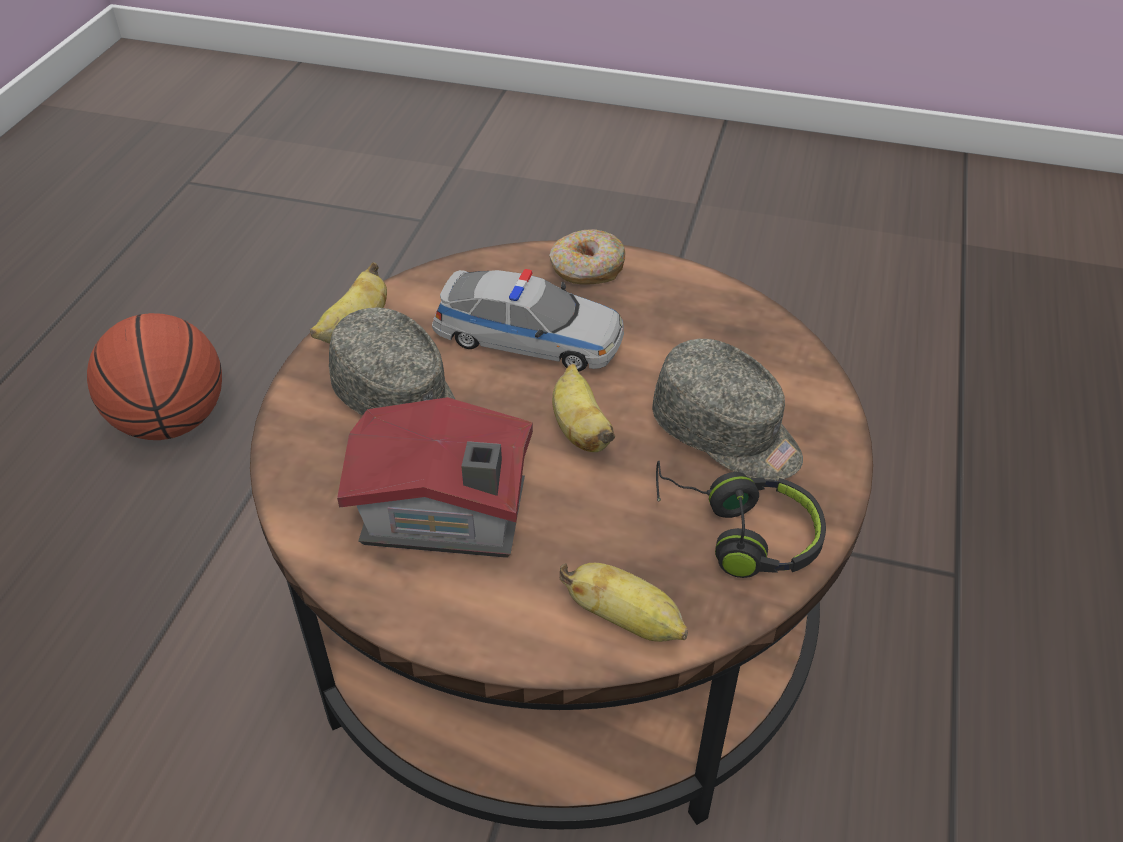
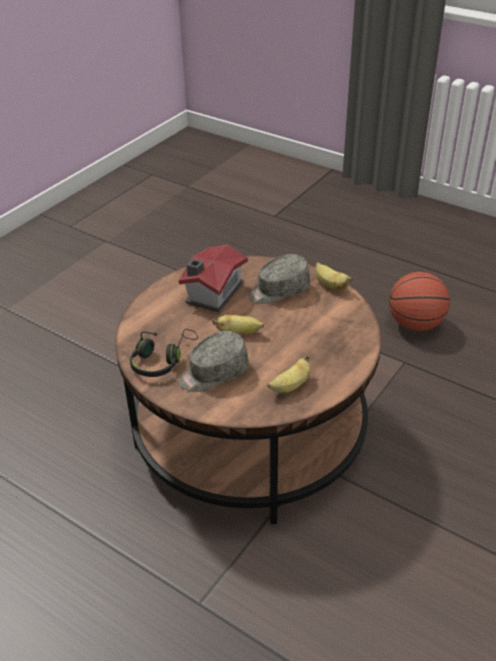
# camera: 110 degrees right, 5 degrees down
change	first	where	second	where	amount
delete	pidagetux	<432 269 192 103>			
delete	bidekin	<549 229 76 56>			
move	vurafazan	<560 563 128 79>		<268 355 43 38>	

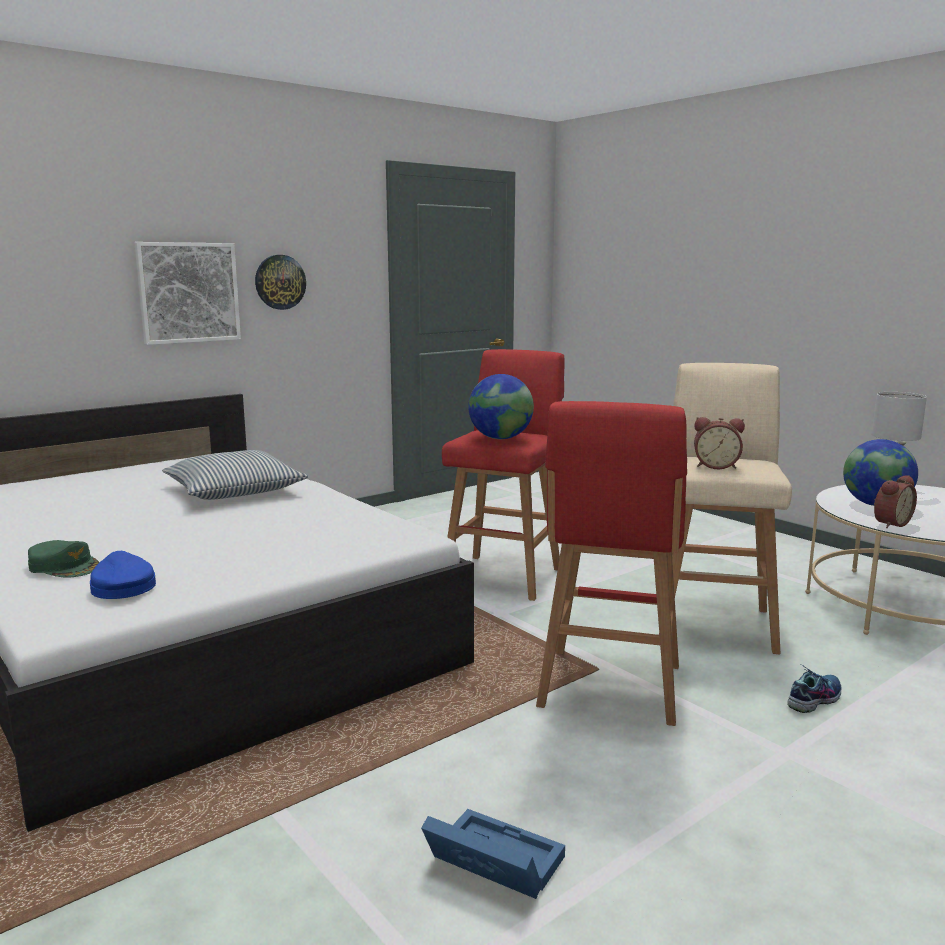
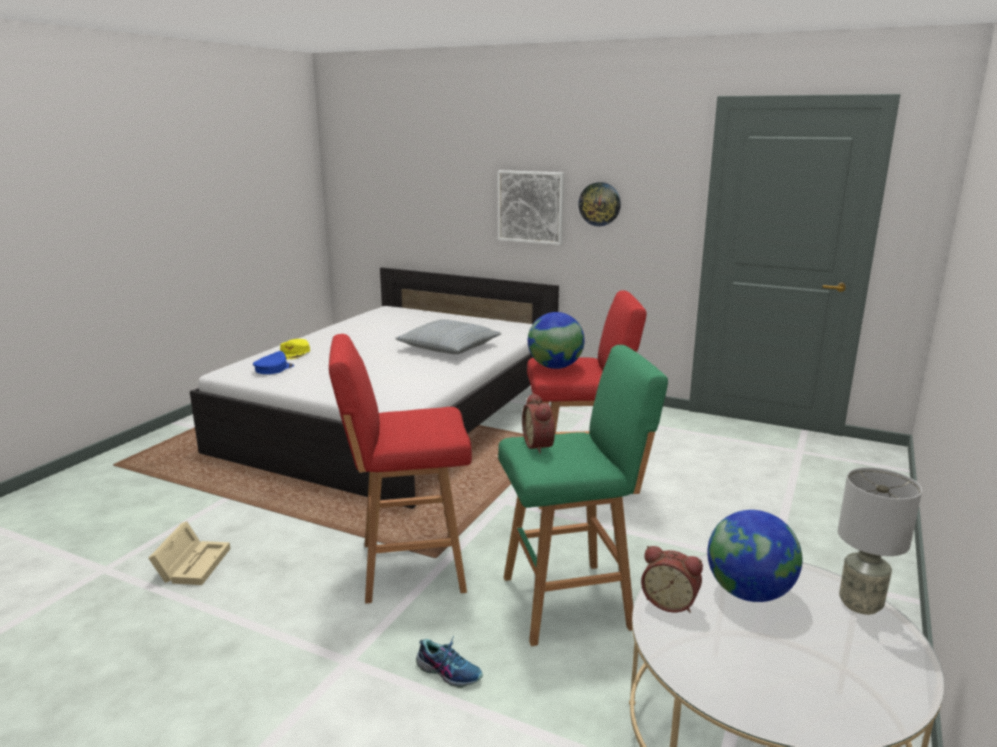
# camera: 65 degrees right, 5 degrees up
change	first	where	second	where	amount
recolor	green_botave	<28 540 71 38>	yellow_botave	<280 339 30 20>	
recolor	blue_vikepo	<421 809 144 90>	beige_vikepo	<148 521 82 64>	
recolor	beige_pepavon	<672 363 120 291>	green_pepavon	<498 345 170 301>	

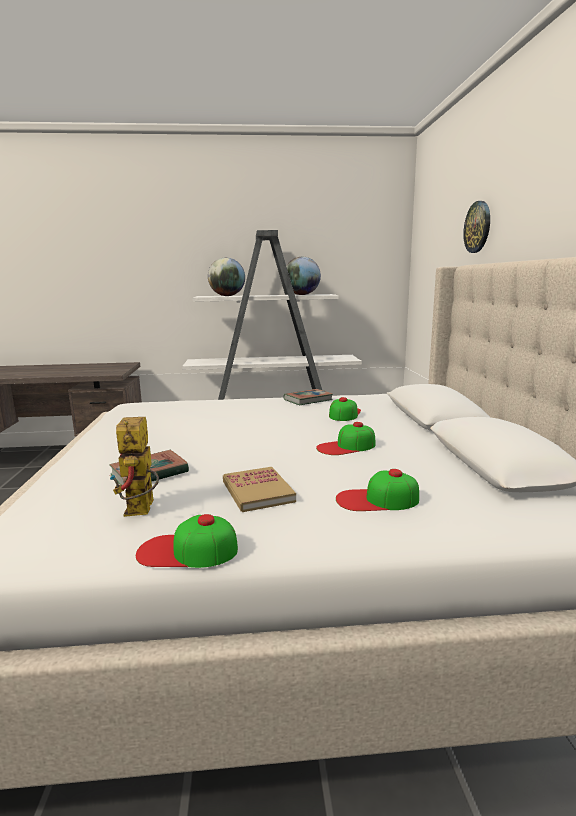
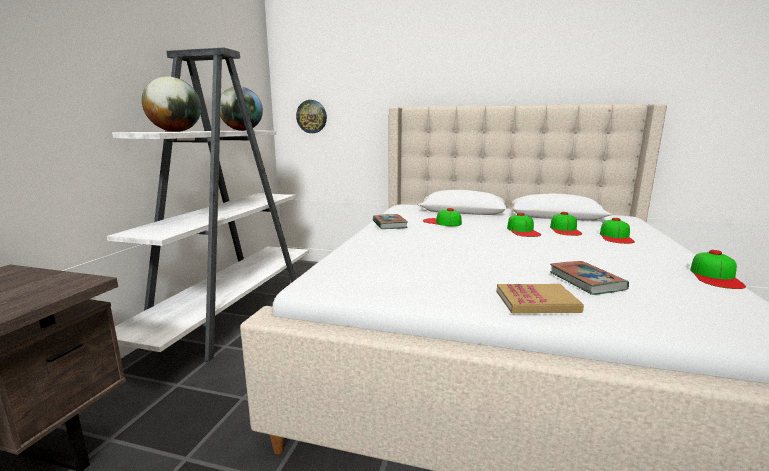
# camera: 70 degrees left, 0 degrees up
change	first	where	second	where	amount
delete	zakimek	<109 417 50 100>			
move	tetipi	<223 467 73 45>		<497 284 87 29>	
move	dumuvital	<463 201 27 52>		<296 100 31 33>	
insert			botave	<550 212 32 24>	

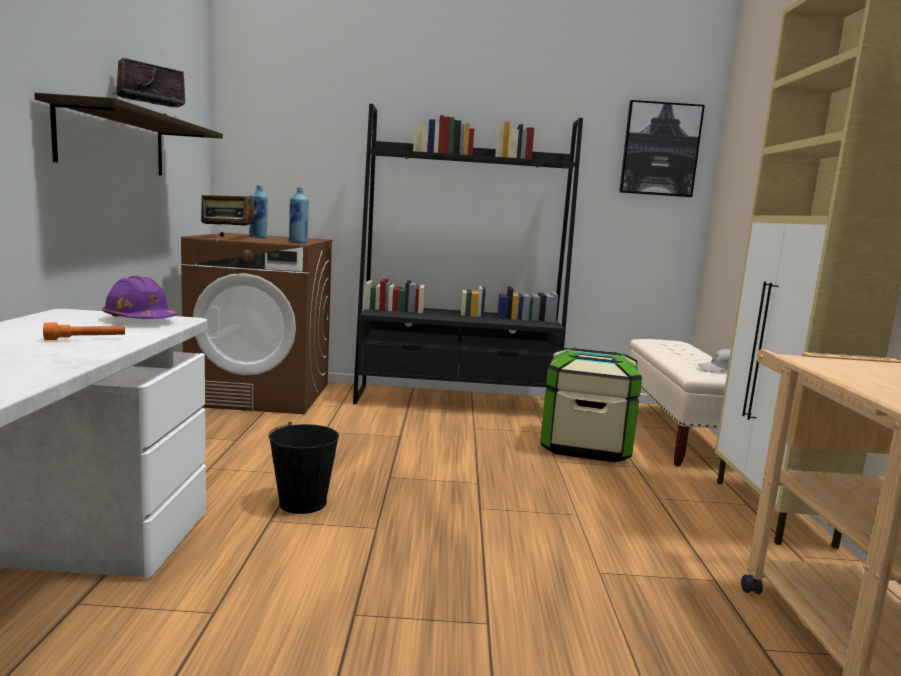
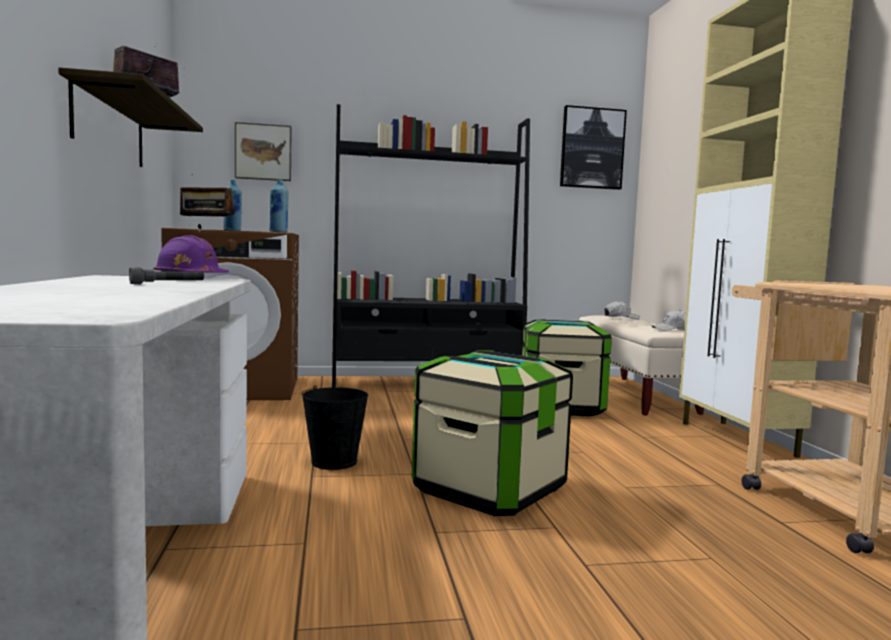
# camera: 10 degrees left, 5 degrees down
change	first	where	second	where	amount
recolor	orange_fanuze	<43 322 82 18>	grey_fanuze	<129 267 75 17>	
insert			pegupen	<235 122 57 59>	
insert			vikepo	<412 350 161 166>	
insert			white_botave	<604 301 36 18>	

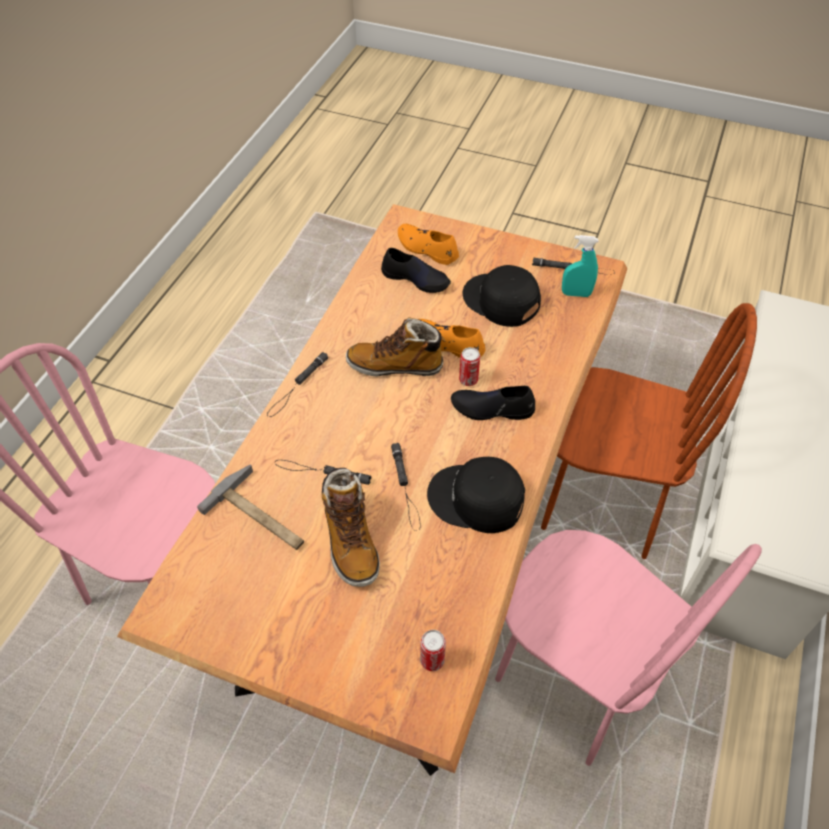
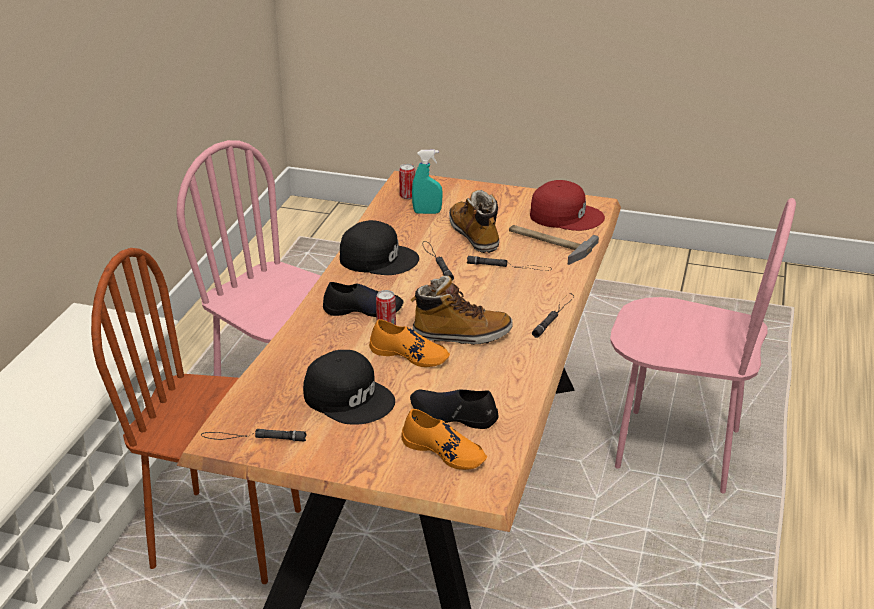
# camera: 175 degrees right, 20 degrees down
change	first	where	second	where	amount
move	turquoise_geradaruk	<562 235 36 62>		<412 150 31 64>	
insert			red_botave	<530 180 75 51>	

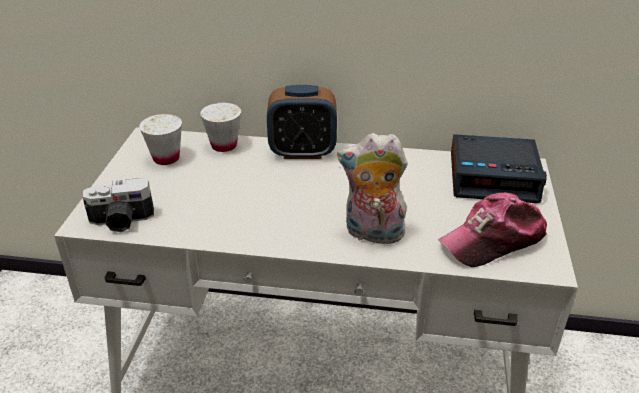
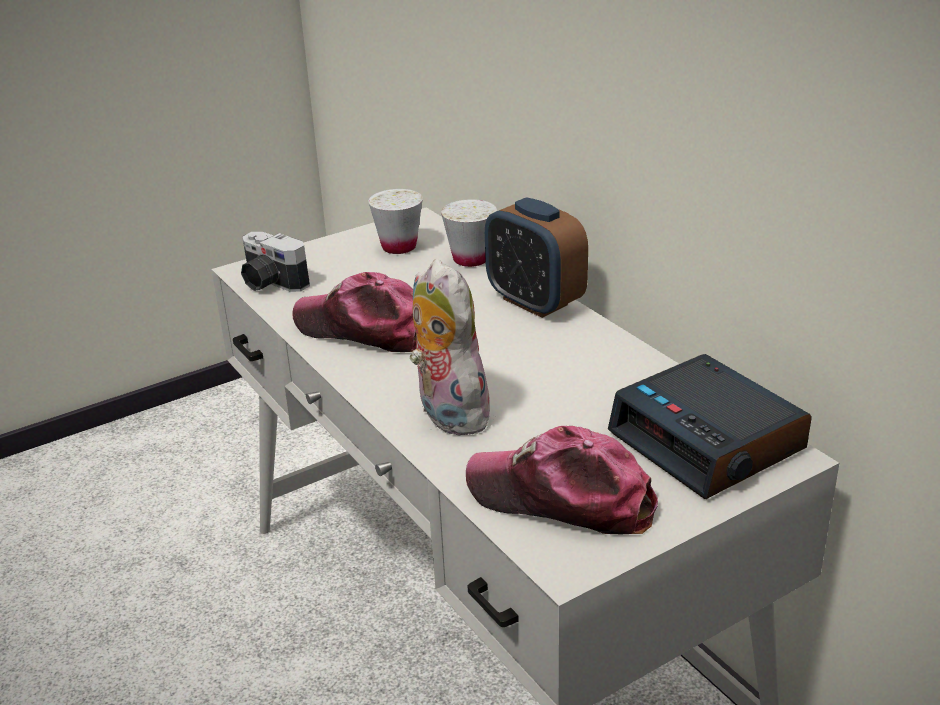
# camera: 50 degrees right, 5 degrees down
change	first	where	second	where	amount
insert			botave	<293 272 124 80>	

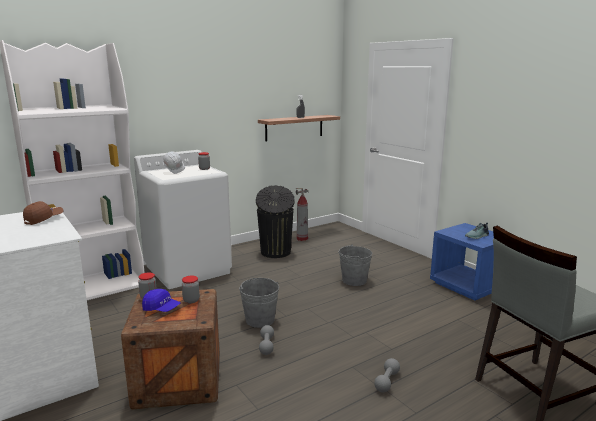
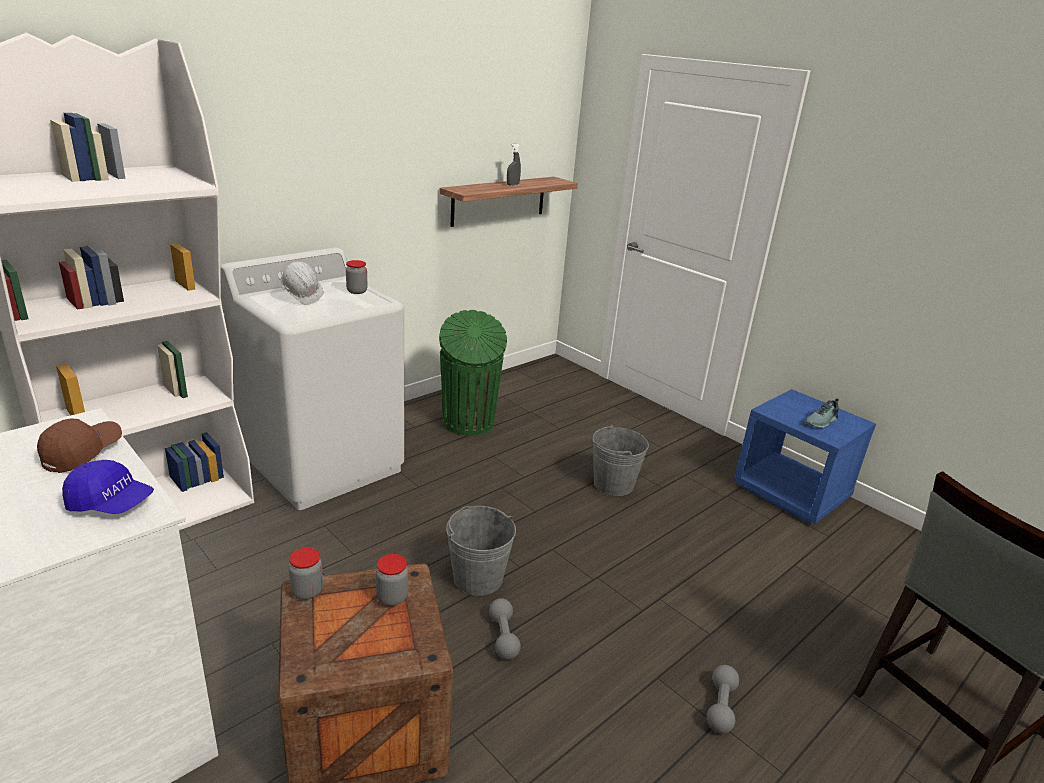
# camera: 10 degrees left, 10 degrees up
change	first	where	second	where	amount
move	blue_botave	<142 289 39 23>		<62 460 92 54>	
recolor	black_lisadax	<256 185 39 73>	green_lisadax	<439 310 68 126>	
delete	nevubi	<296 188 13 53>			

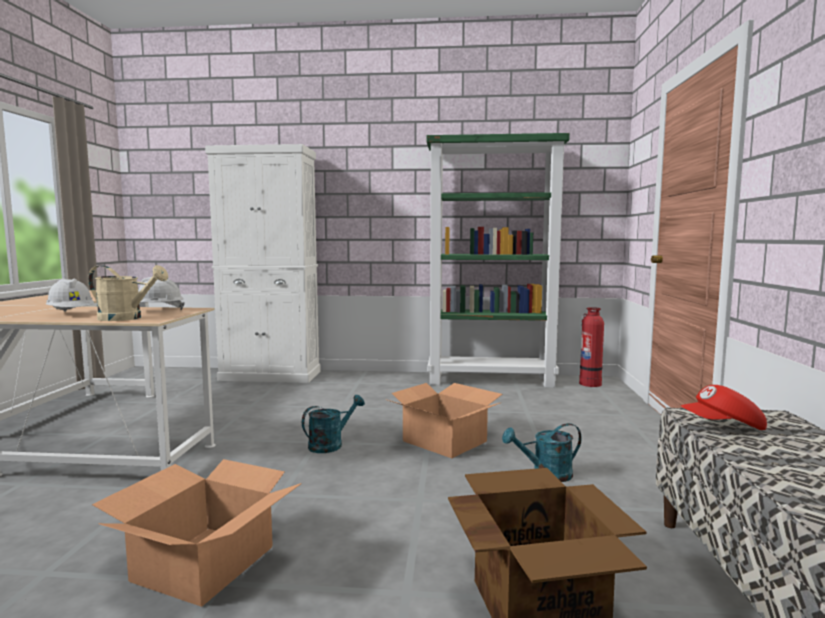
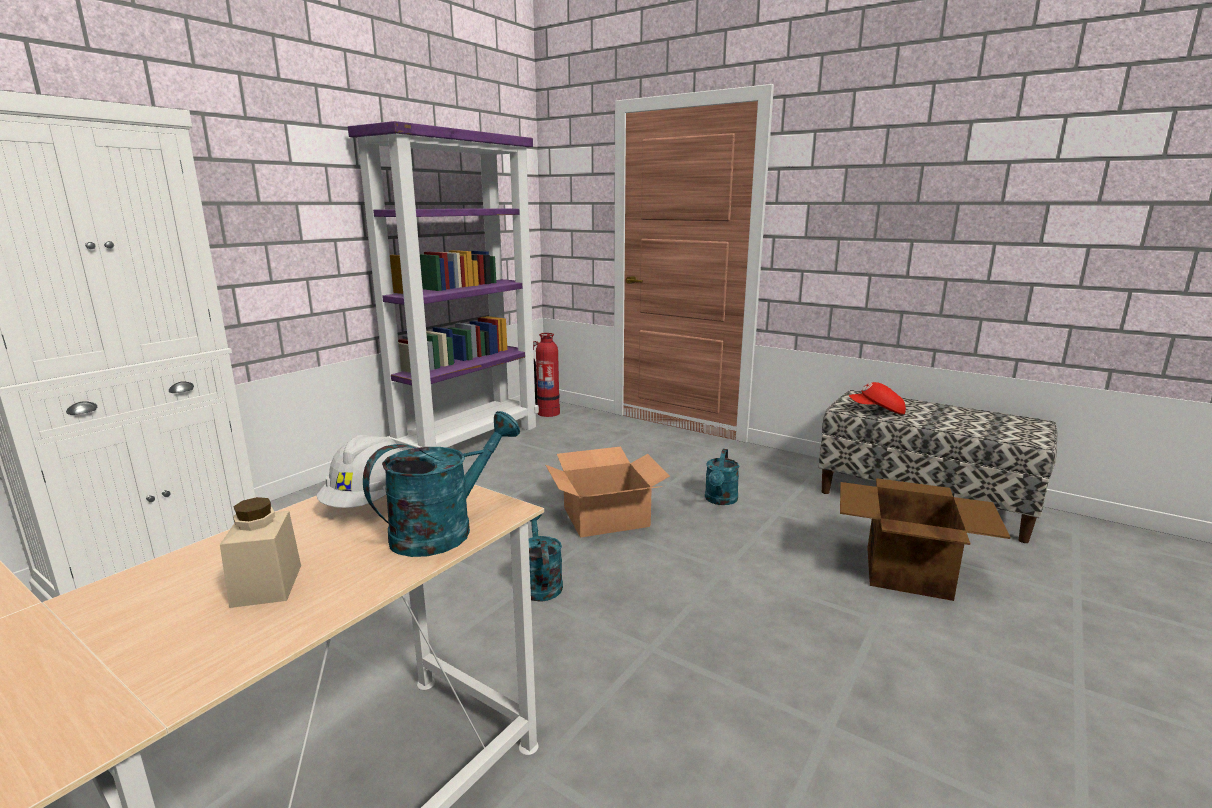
# camera: 60 degrees left, 10 degrees up
change	first	where	second	where	amount
replace	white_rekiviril	<46 279 48 33>	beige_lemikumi	<220 497 81 111>	
recolor	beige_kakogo	<88 265 80 56>	turquoise_kakogo	<363 411 157 146>	
delete	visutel	<92 459 210 148>			
recolor	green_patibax	<427 133 143 255>	purple_patibax	<348 121 191 330>	
rotate	red_botave	<681 385 86 45>		<849 382 57 32>	75 degrees clockwise

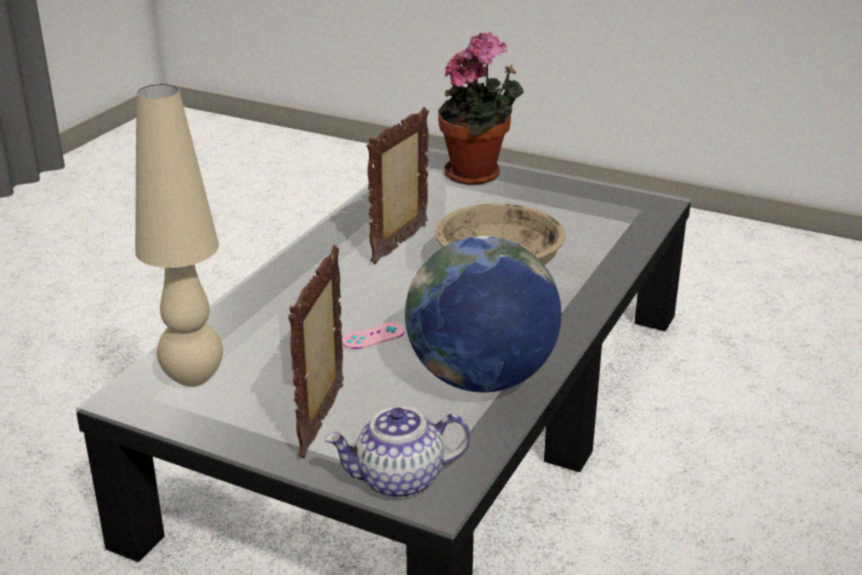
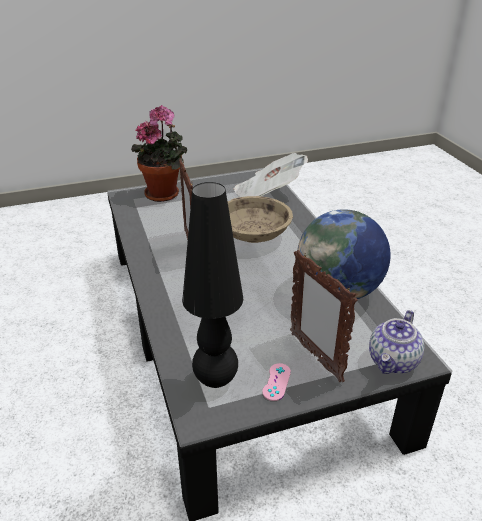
# camera: 45 degrees left, 5 degrees up
change	first	where	second	where	amount
recolor	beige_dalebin	<135 84 88 303>	black_dalebin	<182 182 61 206>	
move	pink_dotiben	<342 323 63 26>		<262 363 29 38>	
insert			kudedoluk	<234 153 74 44>	

